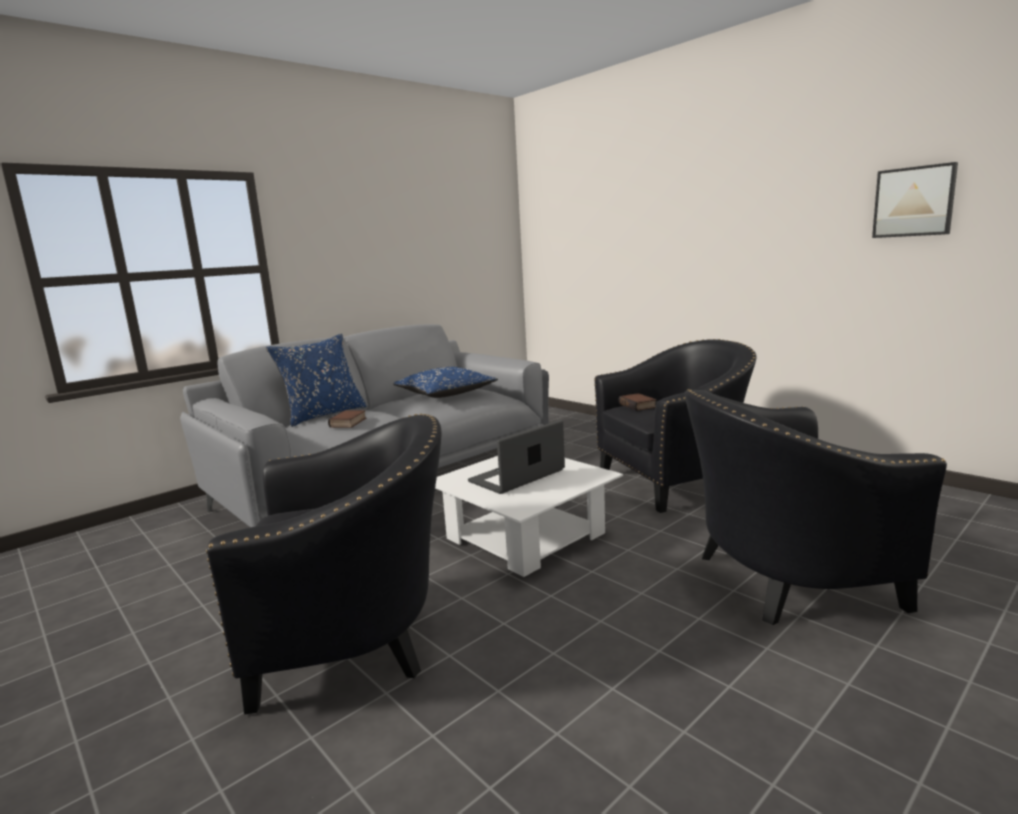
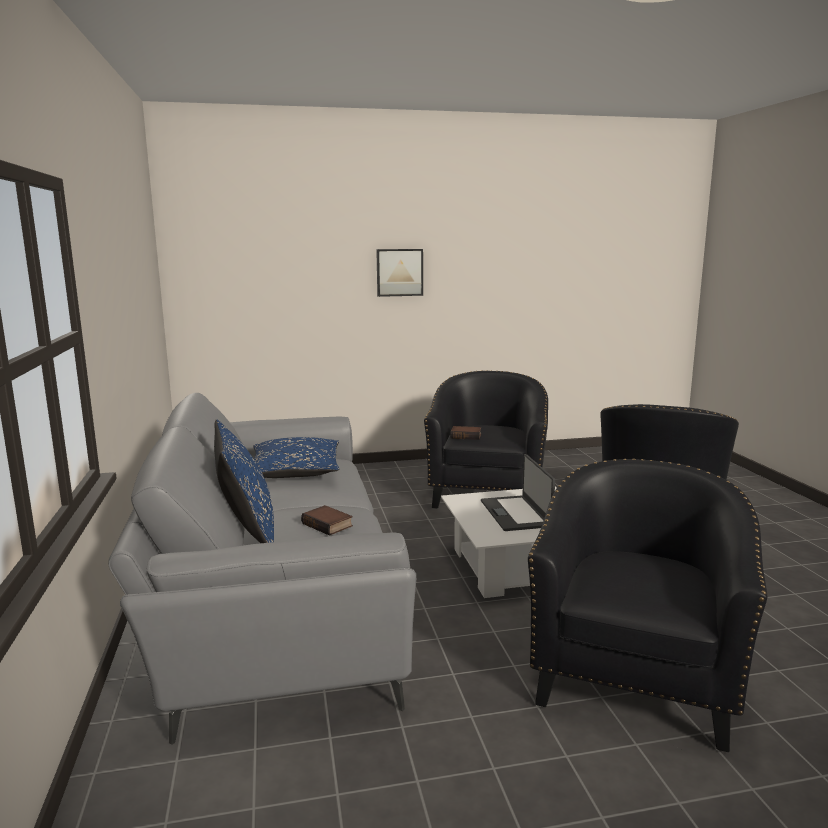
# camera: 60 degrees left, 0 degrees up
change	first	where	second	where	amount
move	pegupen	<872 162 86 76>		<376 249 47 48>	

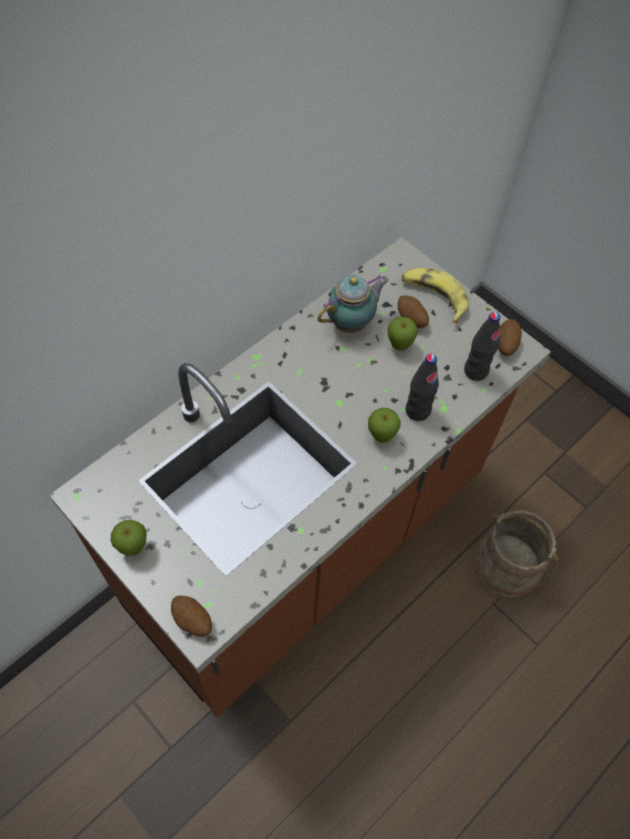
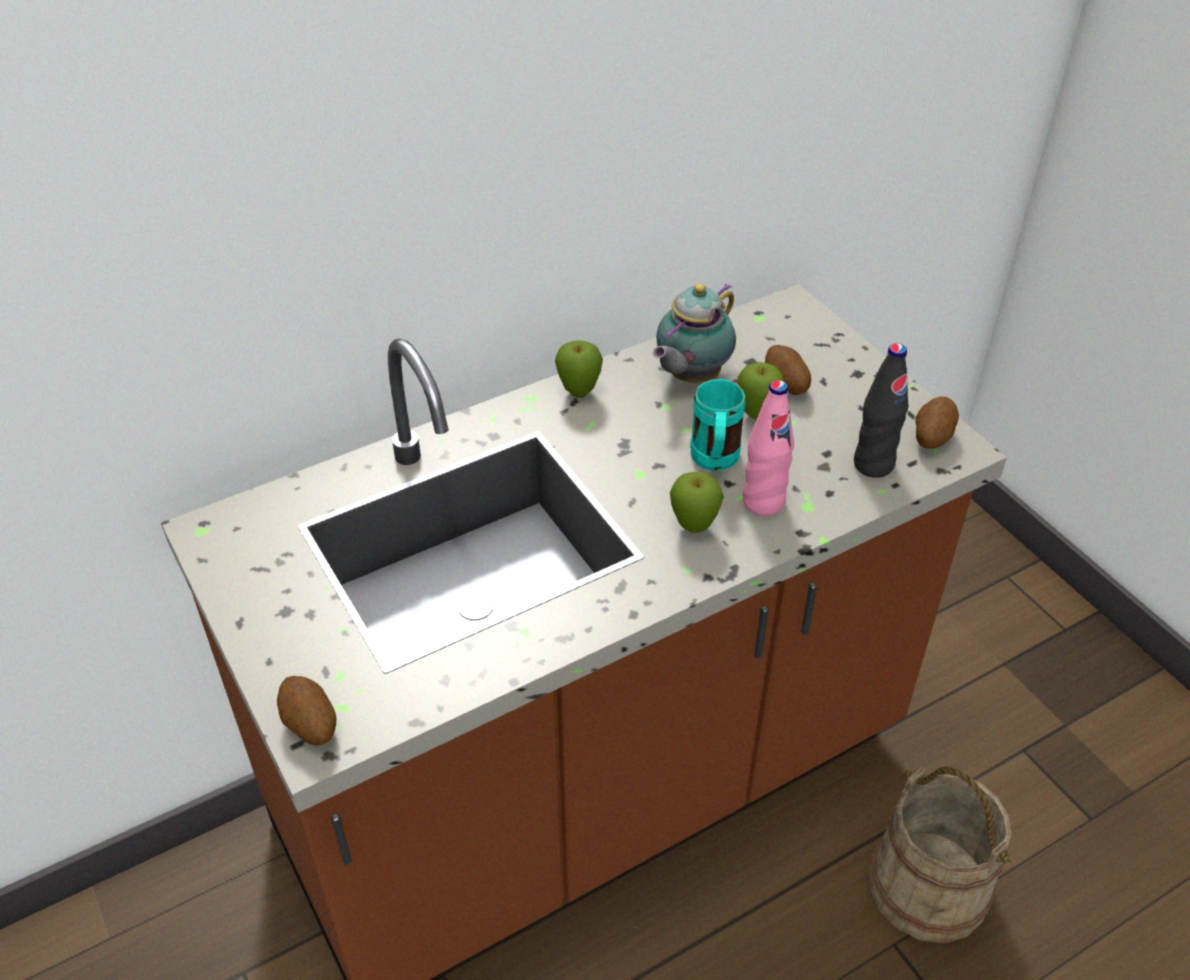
# camera: 15 degrees right, 15 degrees down
change	first	where	second	where	amount
move	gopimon	<111 520 36 35>		<555 340 48 58>	
rotate	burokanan	<317 275 72 58>		<653 283 83 100>	150 degrees clockwise
delete	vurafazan	<402 268 67 55>			
recolor	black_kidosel	<406 354 33 67>	pink_kidosel	<743 380 51 136>	
insert			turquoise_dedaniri	<690 379 56 92>	

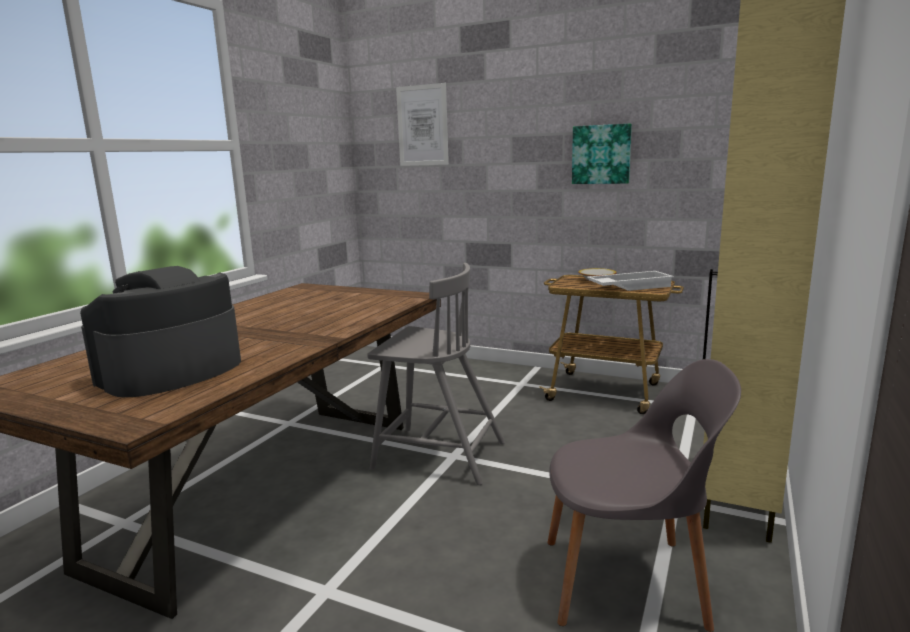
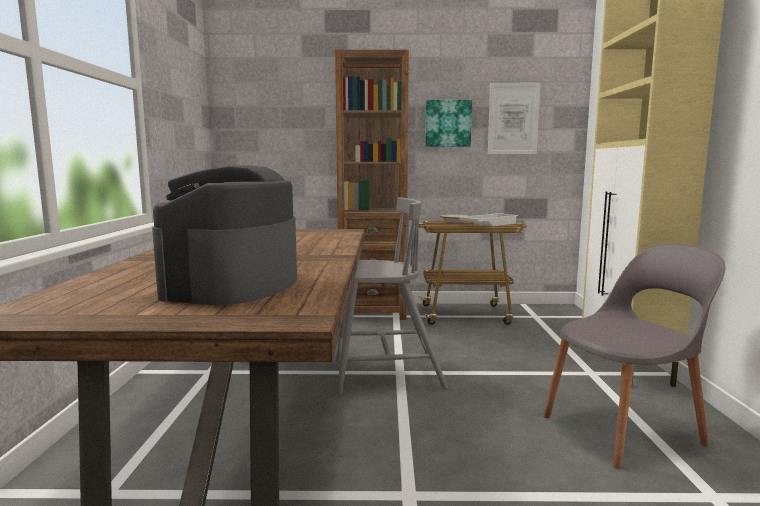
# camera: 25 degrees left, 5 degrees down
change	first	where	second	where	amount
move	pegupen	<396 83 53 83>		<488 83 52 71>	
insert			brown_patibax	<335 49 74 271>	

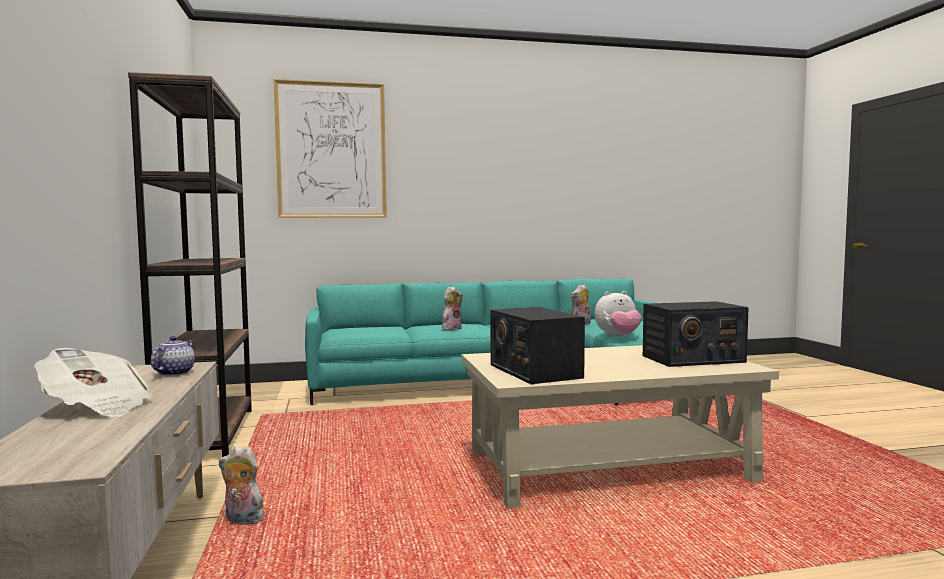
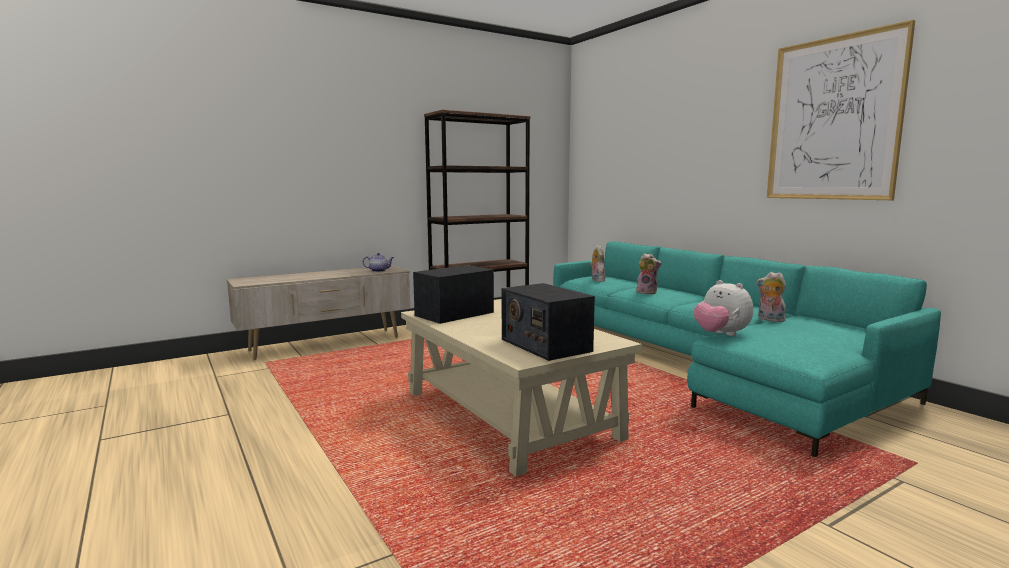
# camera: 70 degrees right, 5 degrees up
change	first	where	second	where	amount
delete	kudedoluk	<34 348 119 69>			
move	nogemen	<219 446 46 79>		<590 245 16 37>	
move	pegupen	<273 79 114 139>		<767 20 148 180>	

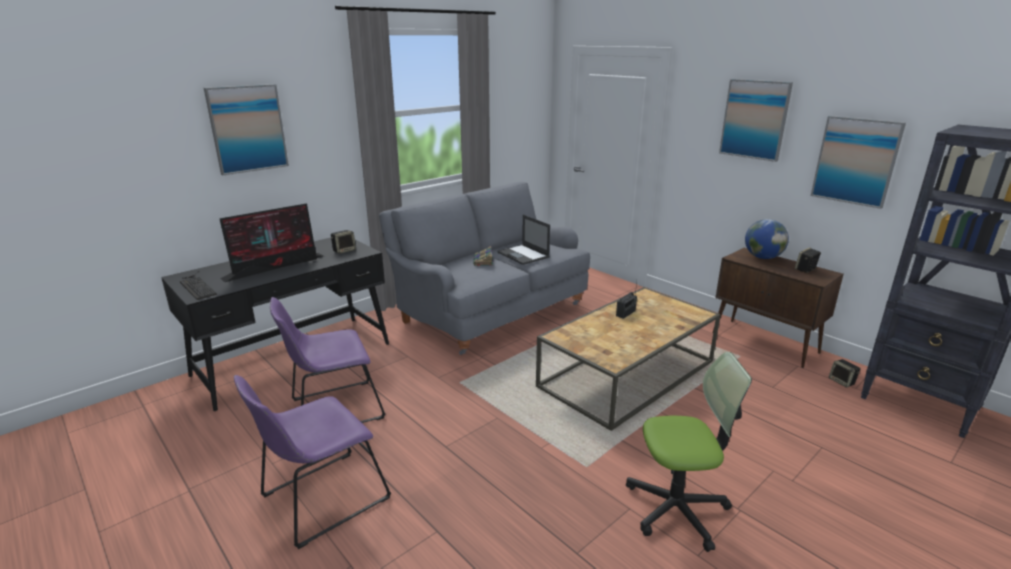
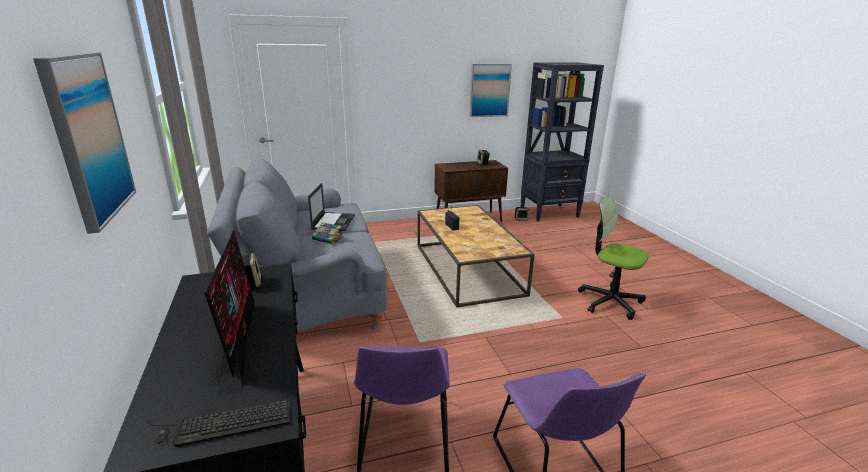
# camera: 65 degrees left, 0 degrees up
change	first	where	second	where	amount
rotate	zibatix	<497 215 53 50>		<308 183 47 48>	75 degrees counterclockwise
rotate	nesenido	<626 352 126 200>		<578 196 71 124>	75 degrees counterclockwise
delete	pegupen	<719 79 74 83>			
delete	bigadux	<745 219 44 40>			

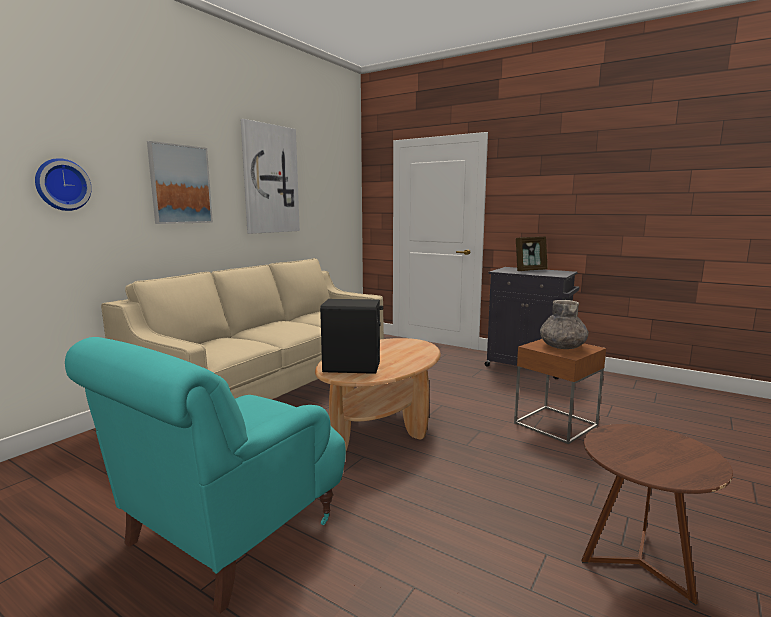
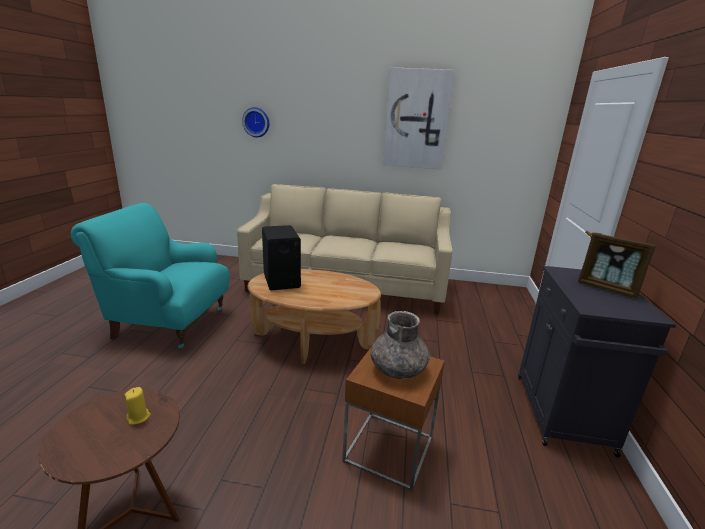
# camera: 65 degrees right, 10 degrees up
change	first	where	second	where	amount
delete	pegupen	<147 141 66 83>			
insert			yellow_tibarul	<125 387 26 38>	

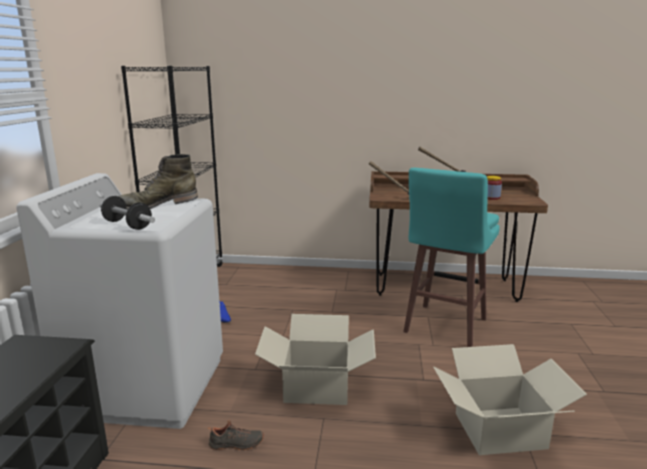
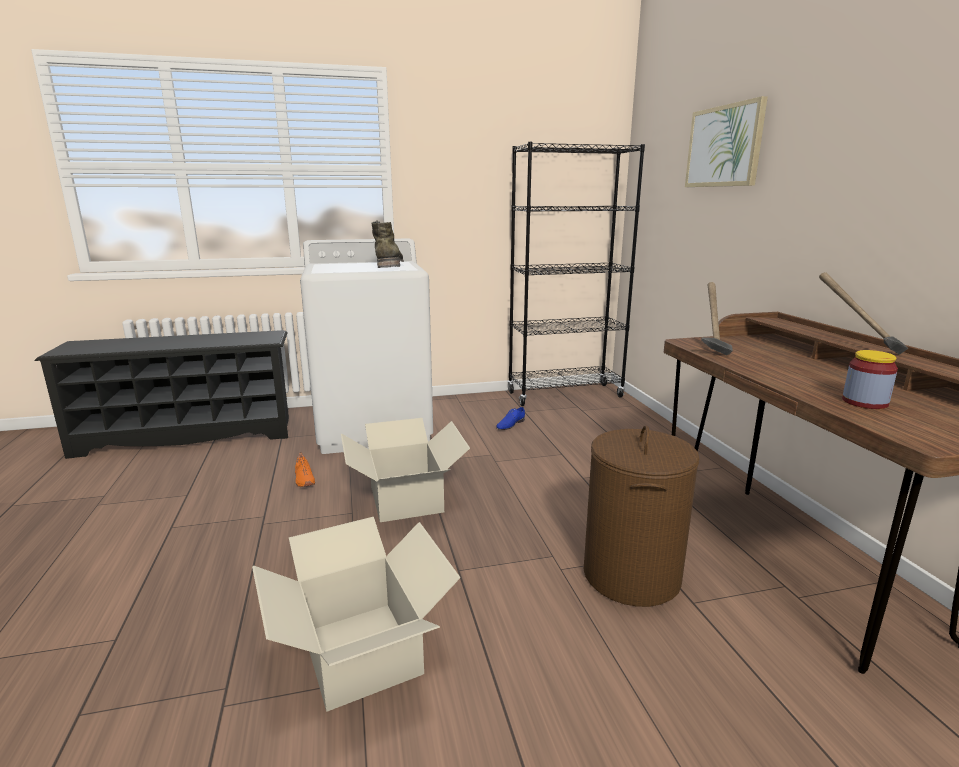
# camera: 70 degrees right, 0 degrees up
change	first	where	second	where	amount
delete	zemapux	<100 196 55 34>			
rotate	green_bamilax	<118 154 80 56>		<371 221 33 47>	45 degrees clockwise
recolor	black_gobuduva	<208 420 56 30>	orange_gobuduva	<295 452 20 35>	
replace	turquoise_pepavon	<403 168 97 179>	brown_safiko	<584 425 116 182>	
insert			pegupen	<685 96 83 91>	

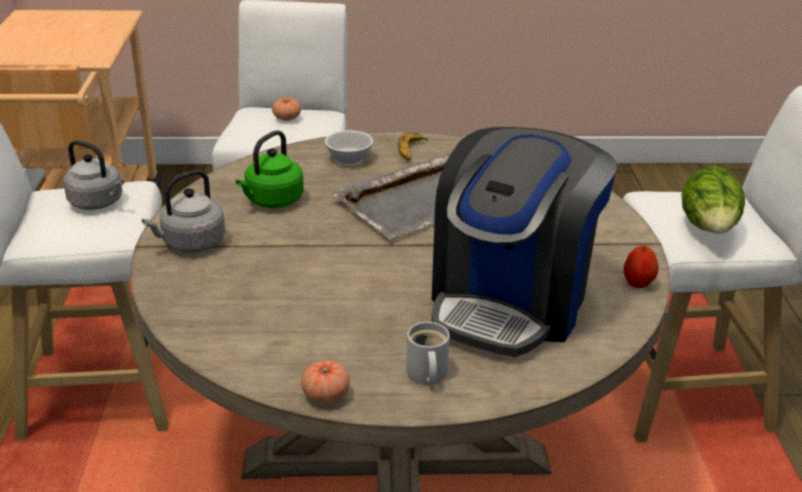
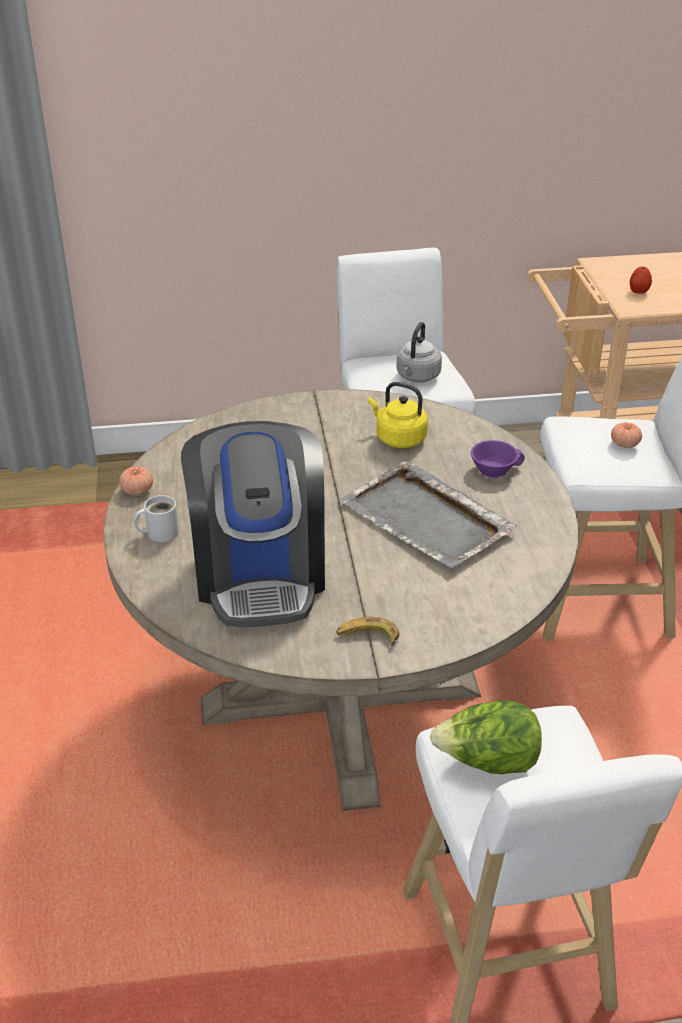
# camera: 85 degrees right, 5 degrees up
change	first	where	second	where	amount
delete	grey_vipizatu	<142 170 83 83>			
recolor	green_vipizatu	<236 130 68 78>	yellow_vipizatu	<368 382 60 66>	
recolor	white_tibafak	<325 130 48 36>	purple_tibafak	<471 440 54 38>	
move	vurafazan	<398 132 30 29>		<336 617 63 29>	
rotate	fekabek	<431 127 186 230>		<181 421 144 206>	120 degrees counterclockwise
move	gopimon	<624 246 34 42>		<630 266 22 28>	

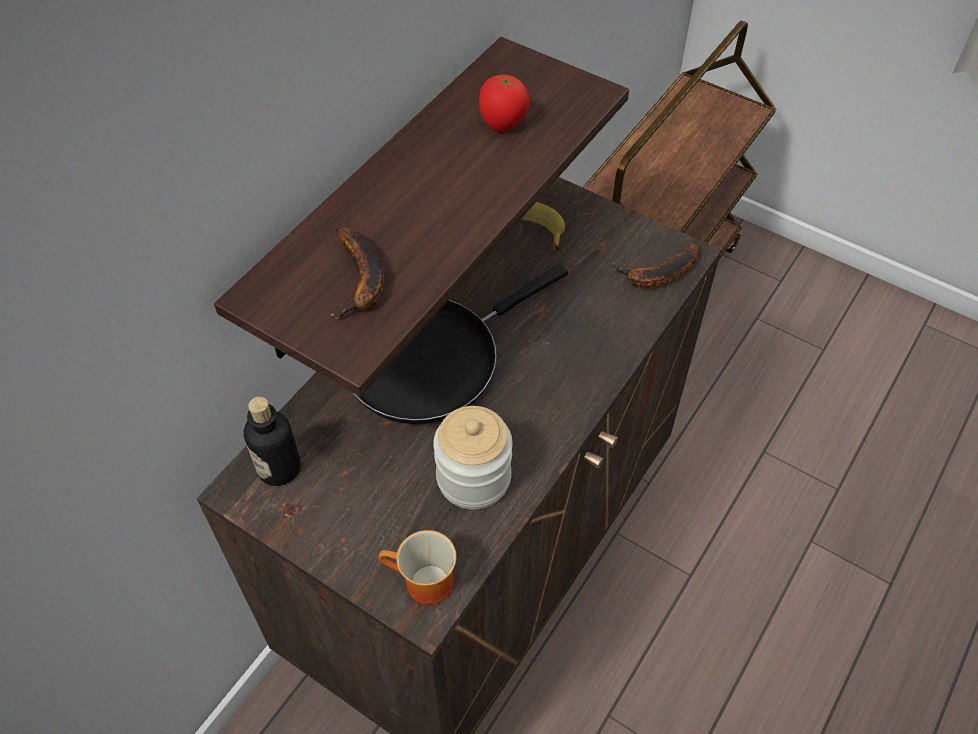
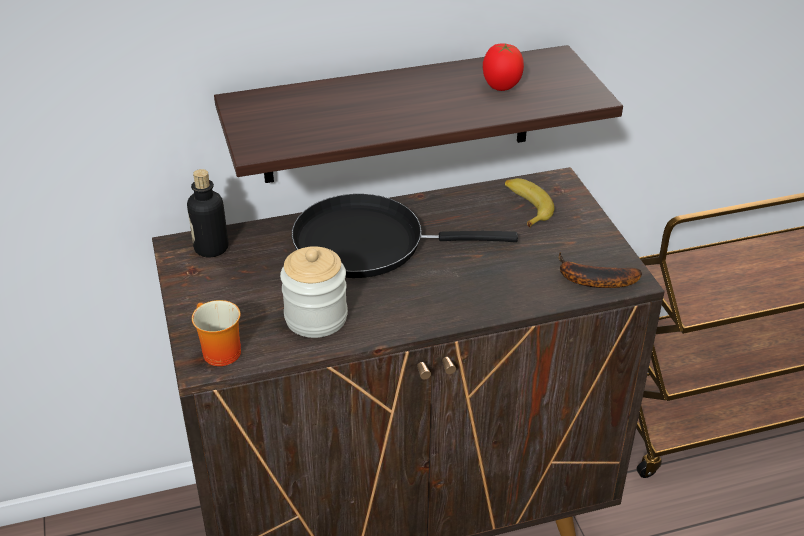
# camera: 40 degrees right, 15 degrees down
change	first	where	second	where	amount
delete	vurafazan	<328 227 56 92>			

